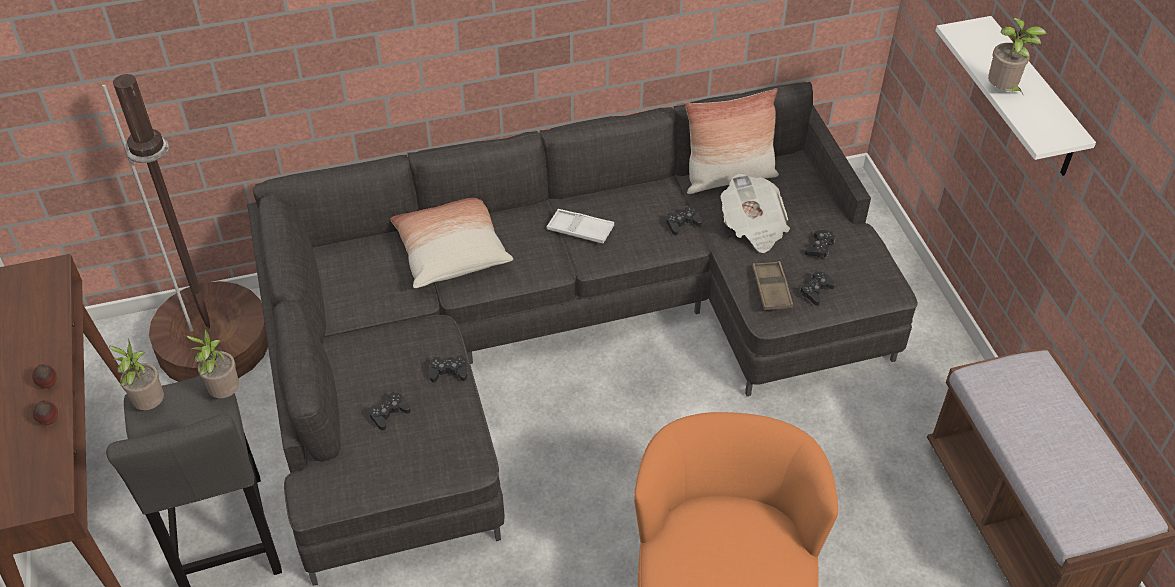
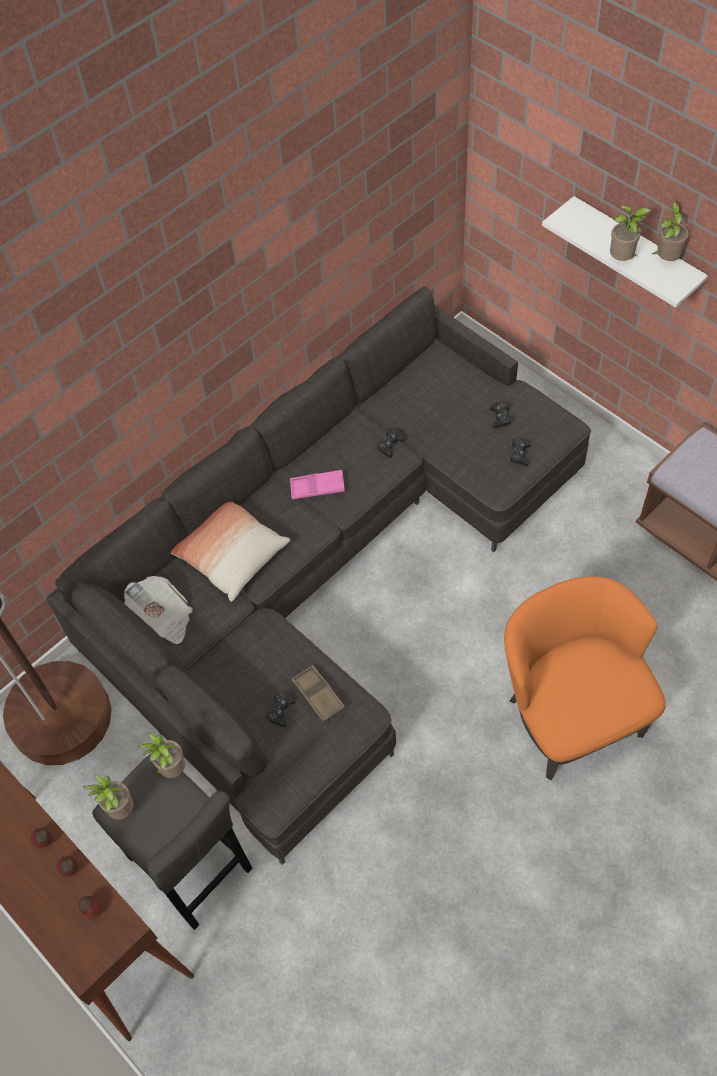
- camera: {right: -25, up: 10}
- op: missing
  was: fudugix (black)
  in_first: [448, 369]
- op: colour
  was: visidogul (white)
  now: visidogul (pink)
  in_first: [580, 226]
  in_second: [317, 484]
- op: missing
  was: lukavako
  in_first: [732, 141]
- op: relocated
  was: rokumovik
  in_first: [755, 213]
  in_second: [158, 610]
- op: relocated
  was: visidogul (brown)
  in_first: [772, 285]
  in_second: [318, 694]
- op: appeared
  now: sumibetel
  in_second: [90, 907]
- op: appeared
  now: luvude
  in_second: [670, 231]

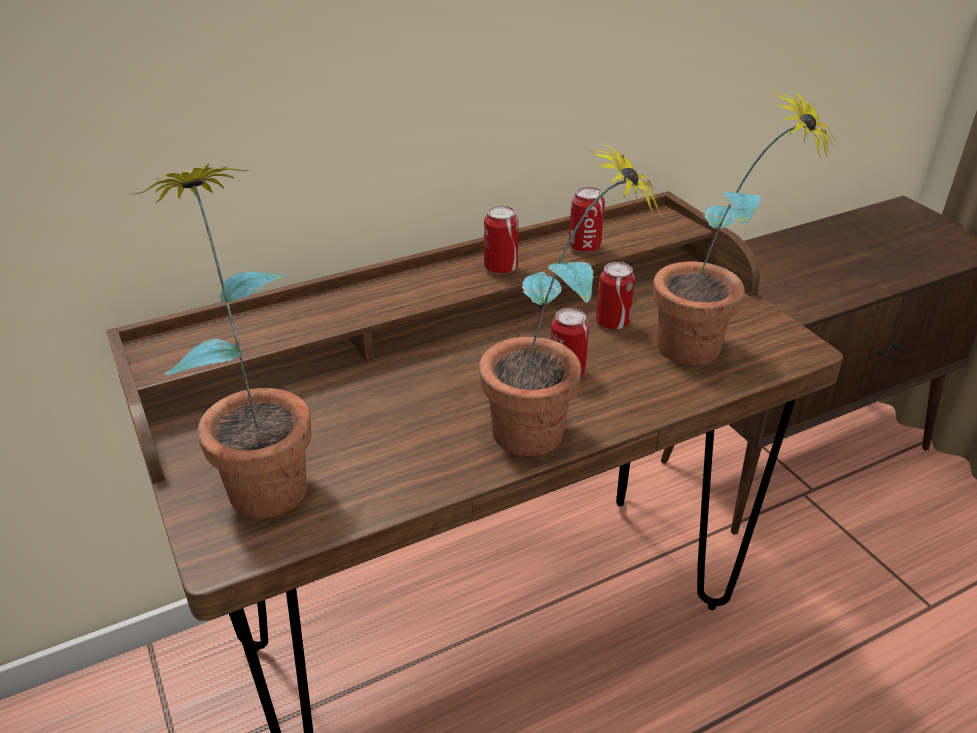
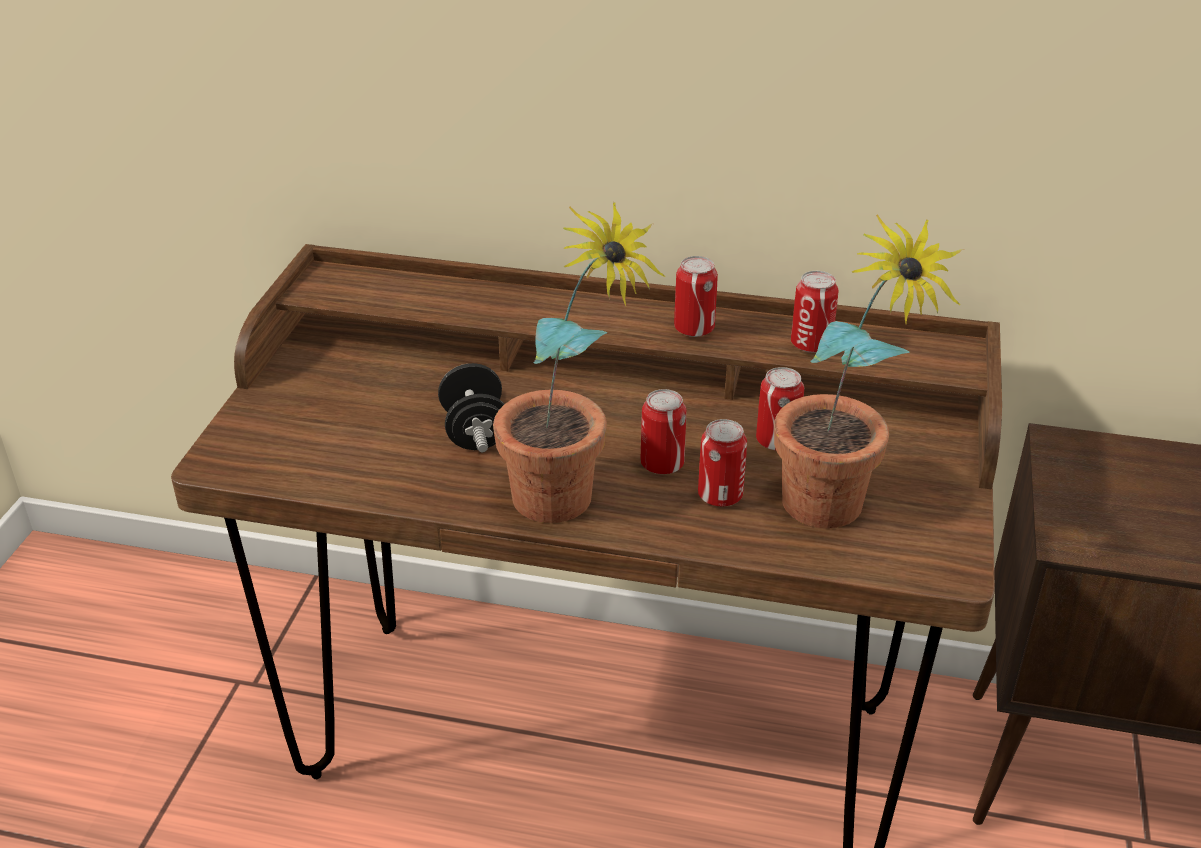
- camera: {right: 40, up: 0}
- op: missing
  was: luvude
  in_first: [220, 341]
- op: appeared
  now: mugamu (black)
  in_second: [471, 407]
- op: appeared
  now: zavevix
  in_second: [722, 463]

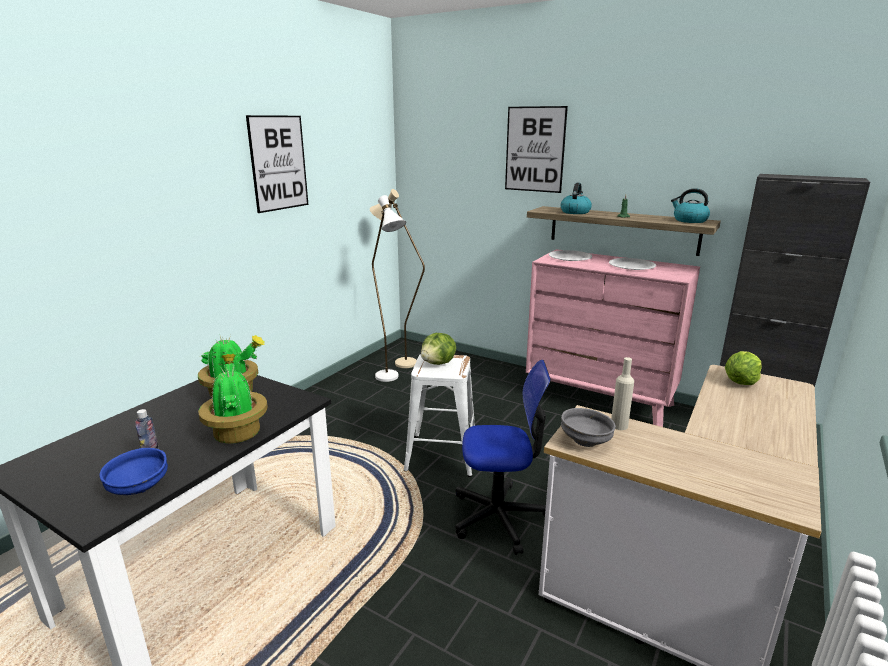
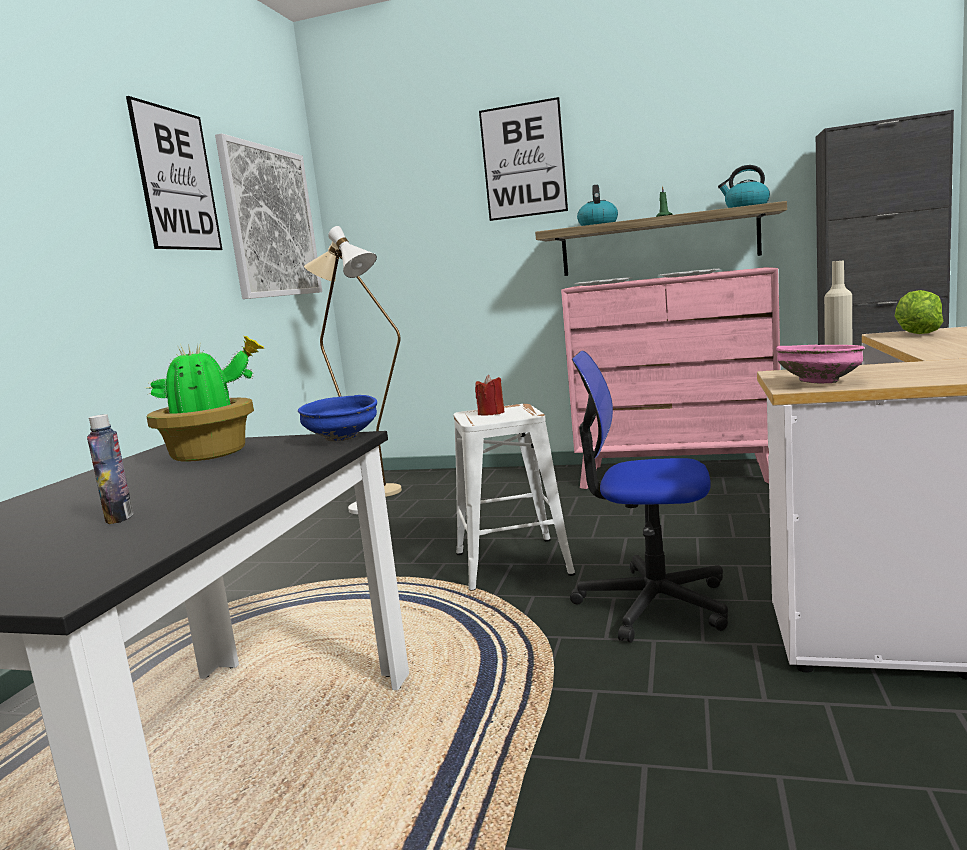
- camera: {right: -15, up: -10}
- op: relocated
  was: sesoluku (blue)
  in_first: [133, 471]
  in_second: [337, 418]
- op: missing
  was: luvude
  in_first: [233, 399]
- op: exchanged
  was: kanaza
  now: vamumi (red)
  in_first: [438, 349]
  in_second: [489, 395]
- op: spun
  was: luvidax
  in_first: [503, 457]
  in_second: [649, 497]
  clockwise: -150
- op: colour
  was: sesoluku (grey)
  now: sesoluku (pink)
  in_first: [588, 427]
  in_second: [820, 364]
- op: appeared
  now: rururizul
  in_second: [268, 216]

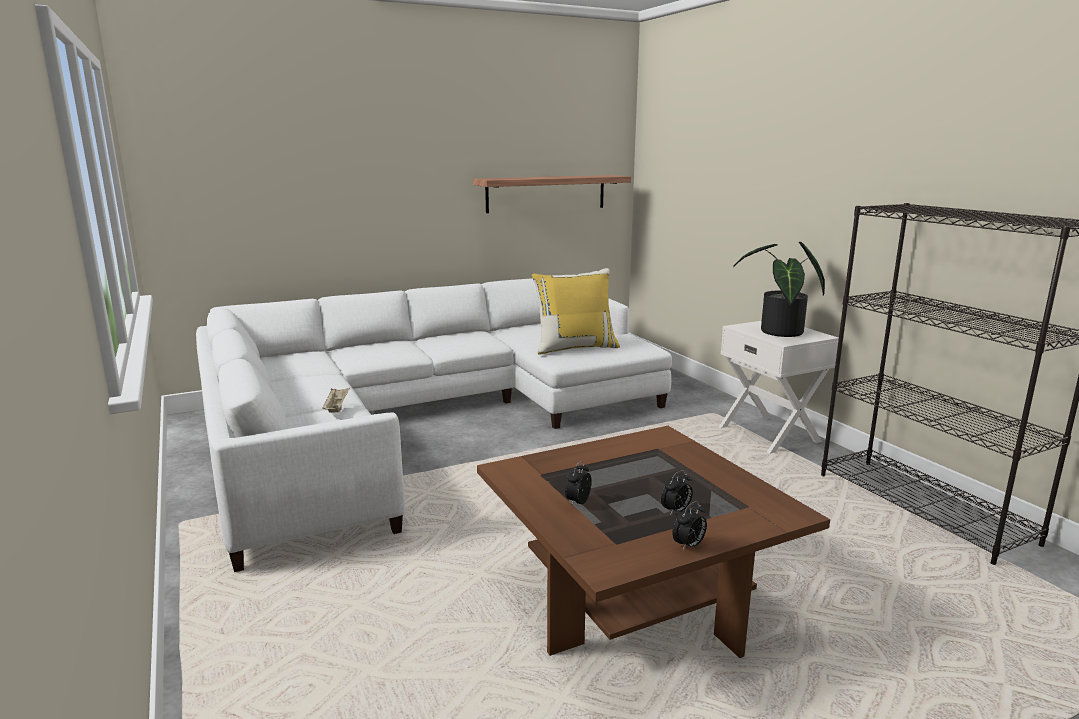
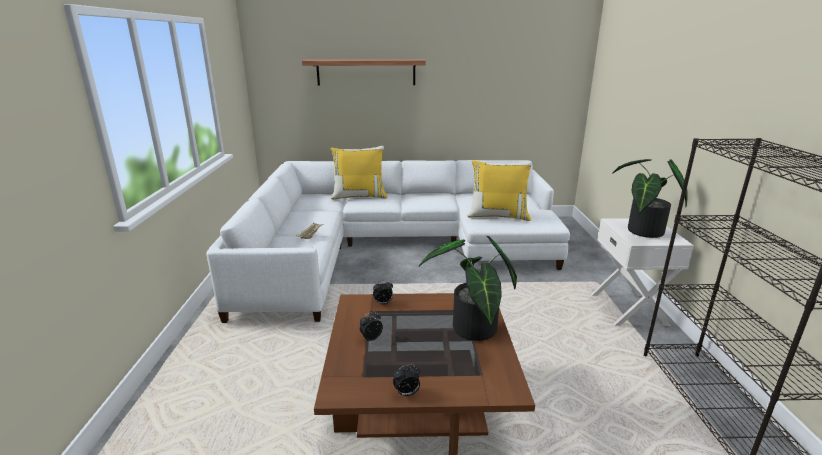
- camera: {right: 25, up: 5}
- op: relocated
  was: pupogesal
  in_first: [552, 194]
  in_second: [364, 72]
- op: relocated
  was: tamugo
  in_first: [677, 493]
  in_second: [383, 292]
- op: appeared
  now: lukavako (yellow)
  in_second: [359, 173]
- op: appeared
  now: luvude
  in_second: [468, 288]

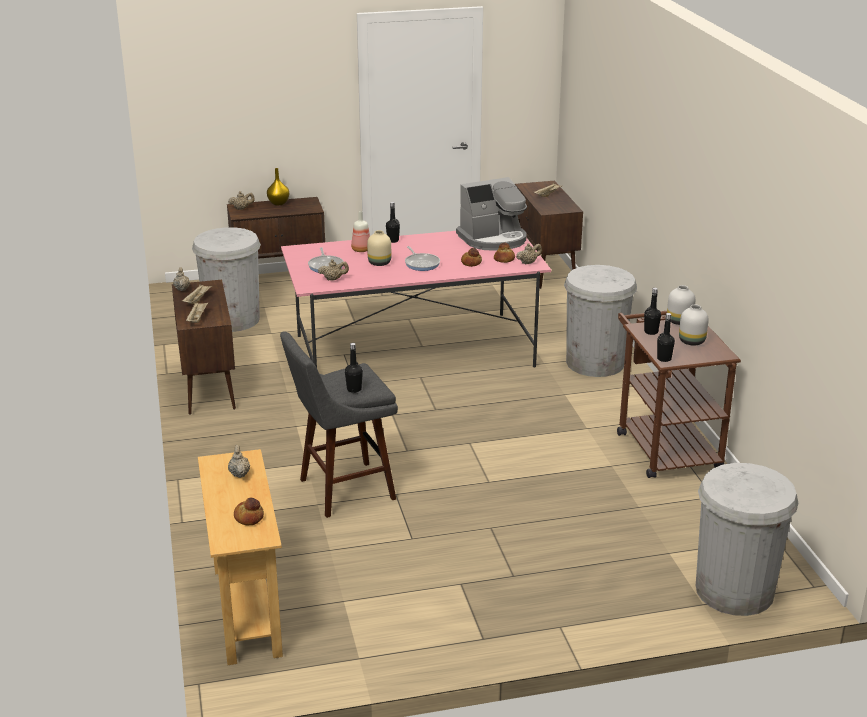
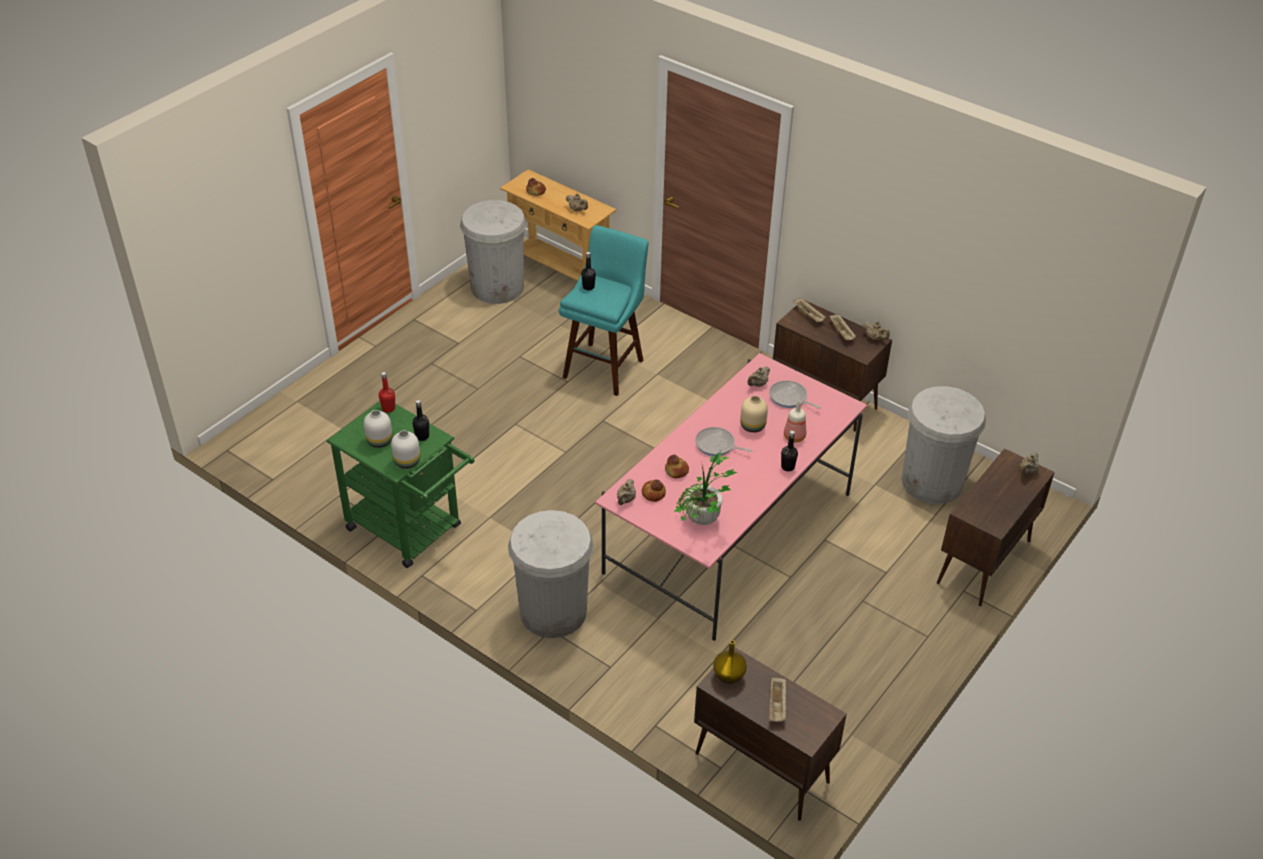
- camera: {right: 140, up: 15}
- op: relocated
  was: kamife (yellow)
  in_first: [278, 186]
  in_second: [730, 662]
- op: colour
  was: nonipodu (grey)
  now: nonipodu (turquoise)
  in_first: [339, 424]
  in_second: [604, 310]
- op: exchanged
  was: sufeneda
  now: luvude
  in_first: [491, 214]
  in_second: [706, 488]
- op: colour
  was: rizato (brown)
  now: rizato (green)
  in_first: [679, 394]
  in_second: [400, 484]
- op: colour
  was: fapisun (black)
  now: fapisun (red)
  in_first: [666, 337]
  in_second: [387, 392]
- op: relocated
  was: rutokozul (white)
  in_first: [747, 539]
  in_second: [493, 252]

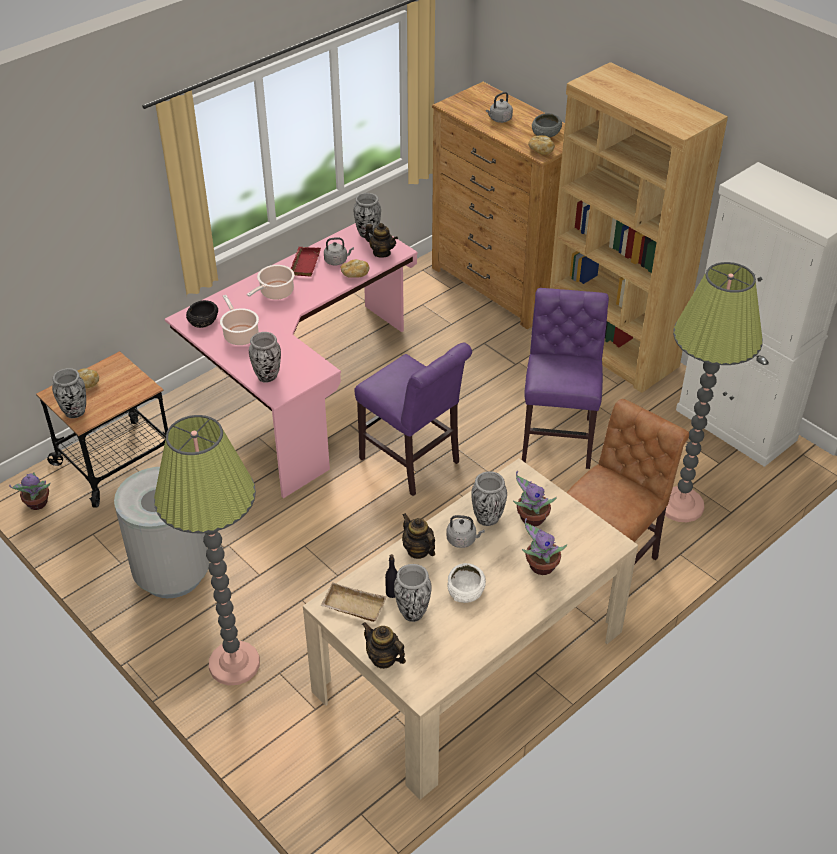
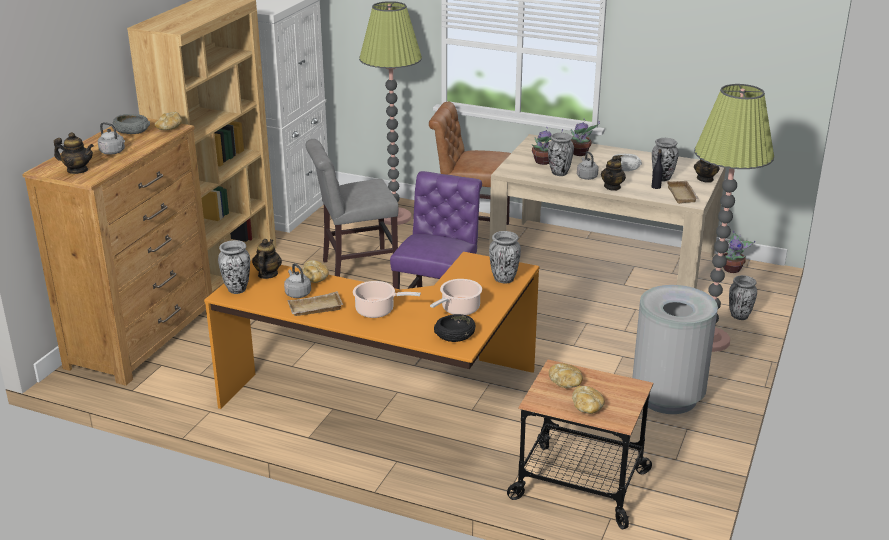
- camera: {right: -115, up: -15}
- op: relocated
  was: luvude
  in_first: [30, 491]
  in_second: [739, 251]
- op: relocated
  was: kamife
  in_first: [69, 393]
  in_second: [743, 297]
- op: colour
  was: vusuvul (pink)
  now: vusuvul (orange)
  in_first: [291, 360]
  in_second: [371, 330]
- op: colour
  was: visidogul (red)
  now: visidogul (beige)
  in_first: [306, 261]
  in_second: [315, 303]
- op: colour
  was: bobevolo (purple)
  now: bobevolo (grey)
  in_first: [565, 378]
  in_second: [352, 208]
- op: appeared
  now: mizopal
  in_second: [74, 153]
- op: appeared
  now: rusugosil
  in_second: [566, 375]

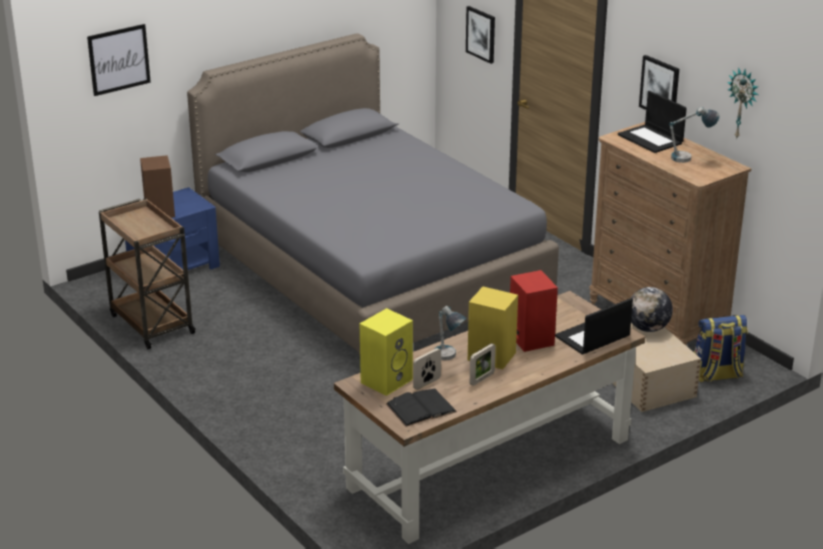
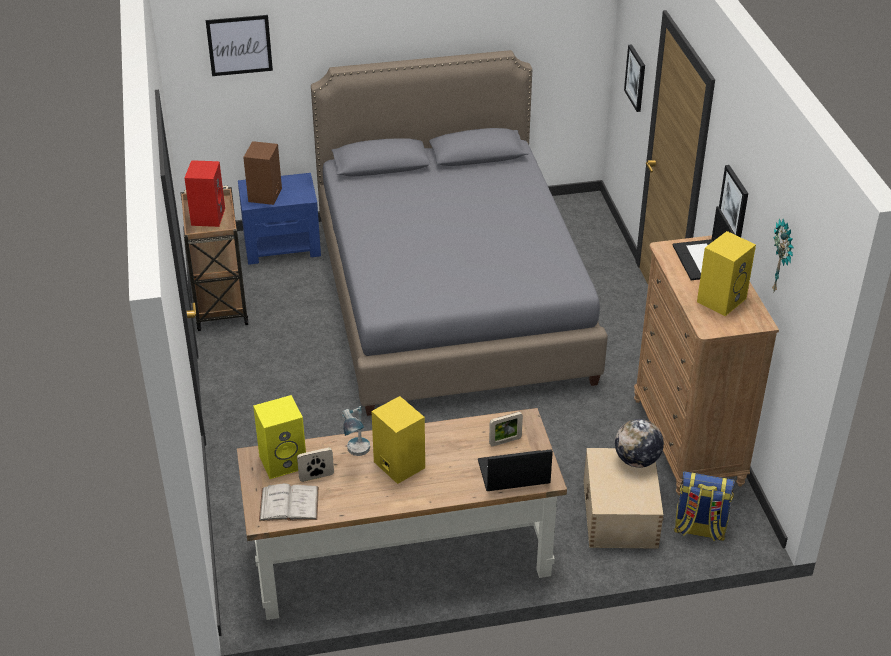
- camera: {right: 25, up: 10}
- op: colour
  was: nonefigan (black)
  now: nonefigan (white)
  in_first: [421, 408]
  in_second: [289, 502]
- op: relocated
  was: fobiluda
  in_first: [483, 364]
  in_second: [506, 429]
- op: relocated
  was: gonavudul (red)
  in_first: [534, 311]
  in_second: [204, 193]
- op: exchanged
  was: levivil
  now: gonavudul (yellow)
  in_first: [694, 135]
  in_second: [726, 273]

